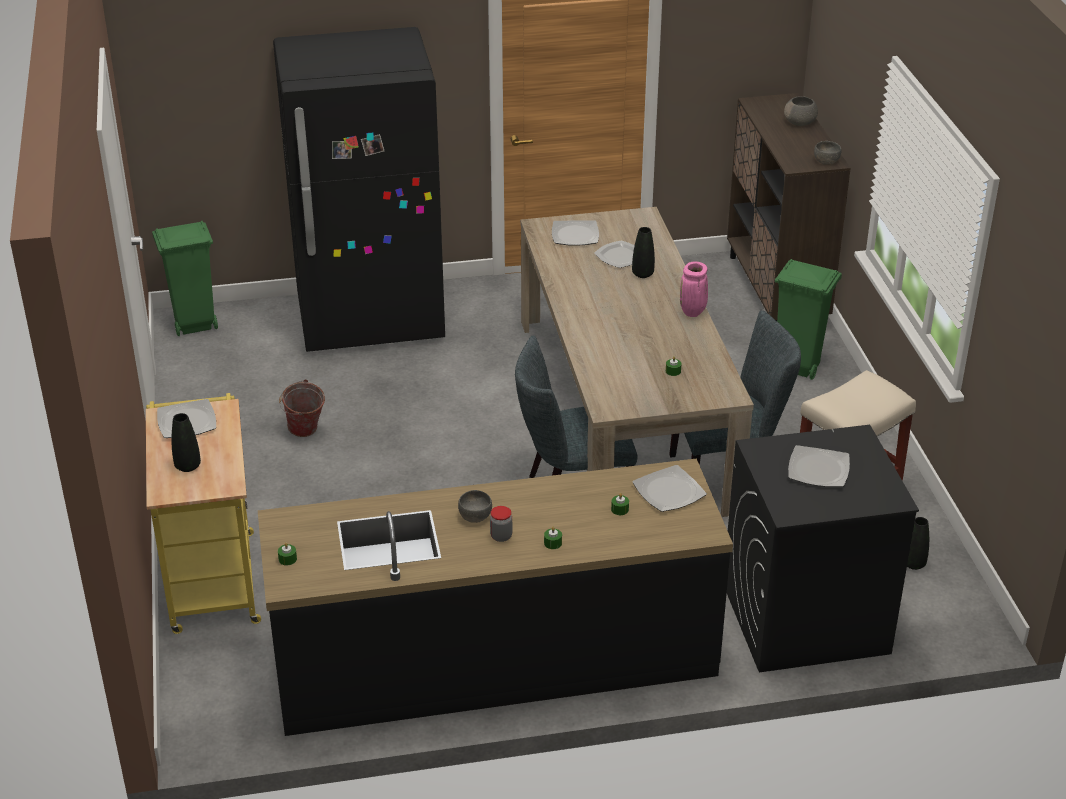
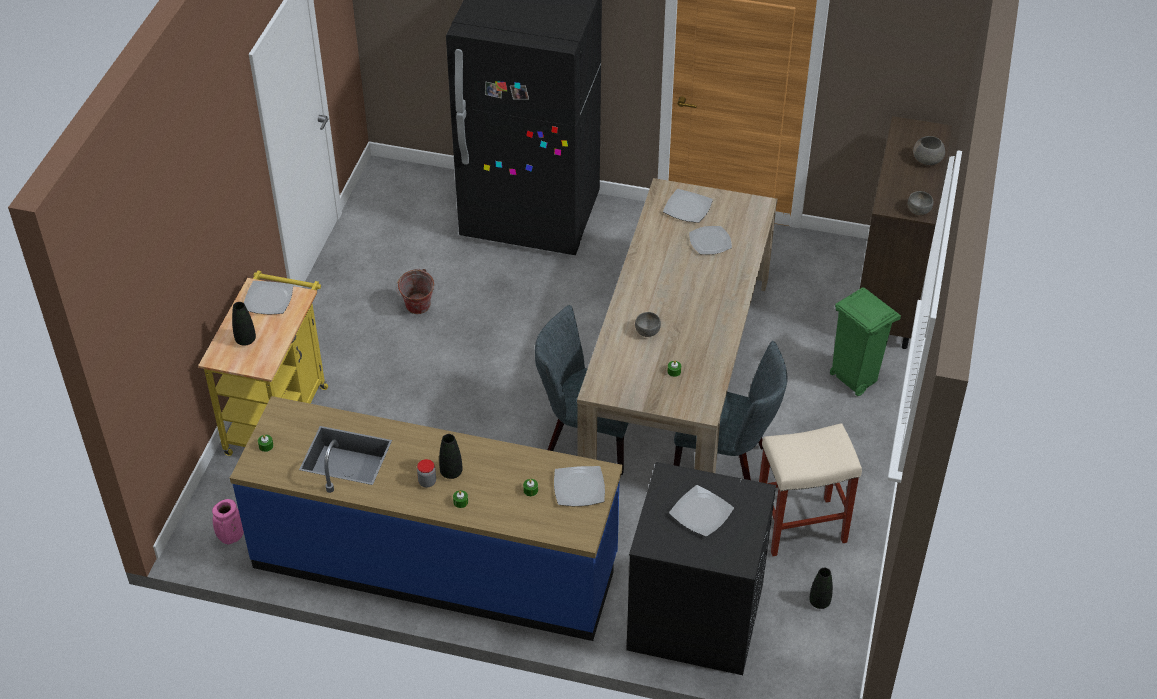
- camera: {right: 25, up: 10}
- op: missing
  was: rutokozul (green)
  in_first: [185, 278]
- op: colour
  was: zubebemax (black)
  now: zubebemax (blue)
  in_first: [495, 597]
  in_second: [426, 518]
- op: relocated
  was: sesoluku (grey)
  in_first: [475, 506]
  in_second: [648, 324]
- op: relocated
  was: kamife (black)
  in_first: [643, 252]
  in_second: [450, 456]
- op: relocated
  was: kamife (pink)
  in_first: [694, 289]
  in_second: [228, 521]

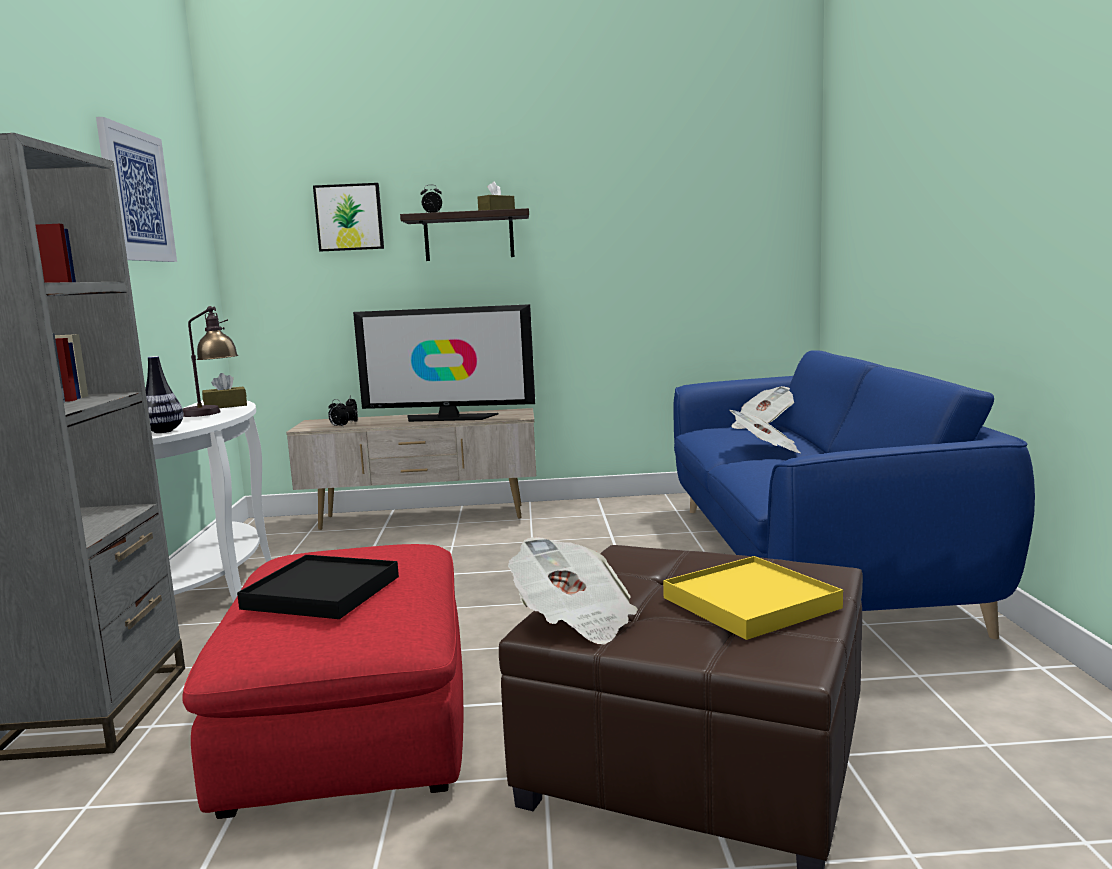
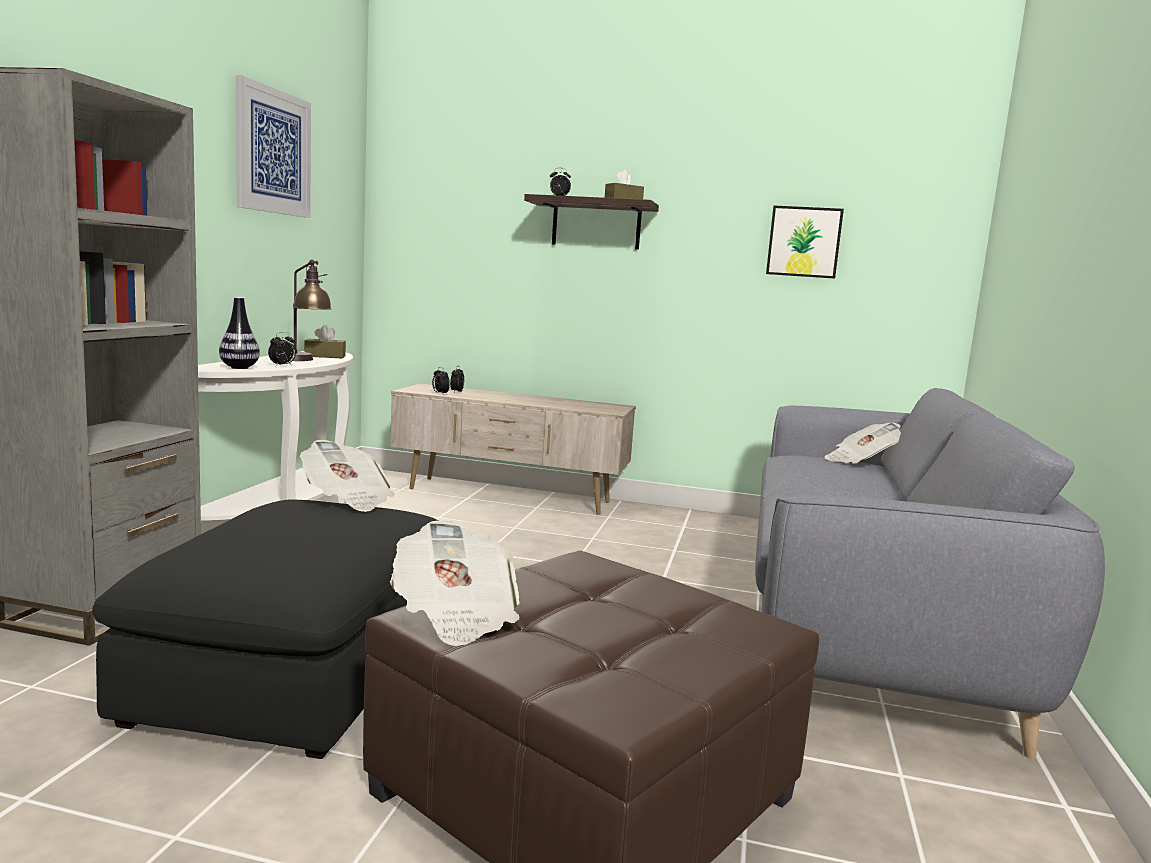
- camera: {right: 15, up: 0}
- op: colour
  was: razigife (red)
  now: razigife (black)
  in_first: [323, 681]
  in_second: [265, 629]
- op: missing
  was: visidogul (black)
  in_first: [318, 587]
- op: relocated
  was: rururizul
  in_first: [348, 217]
  in_second: [805, 242]
- op: missing
  was: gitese
  in_first: [444, 363]
- op: missing
  was: visidogul (yellow)
  in_first: [753, 598]
- op: colour
  was: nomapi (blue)
  now: nomapi (grey)
  in_first: [854, 494]
  in_second: [930, 573]
- op: relocated
  was: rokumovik
  in_first: [765, 431]
  in_second: [347, 476]
- op: appeared
  now: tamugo
  in_second: [282, 349]

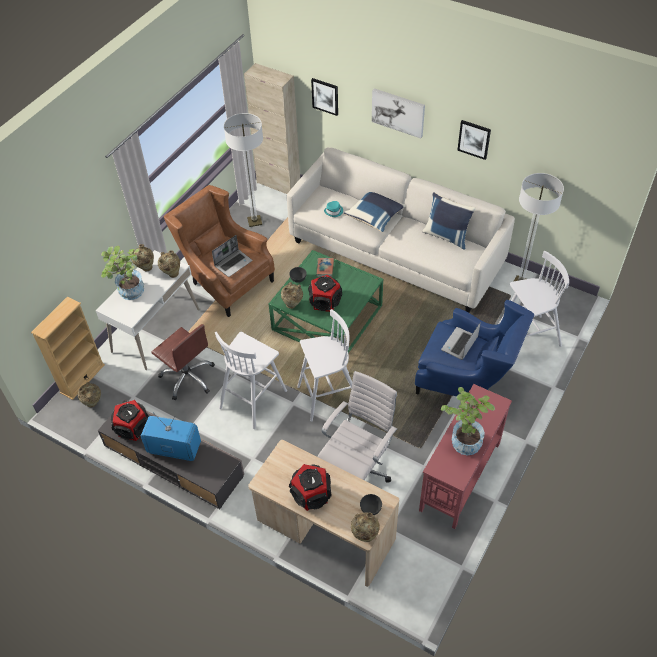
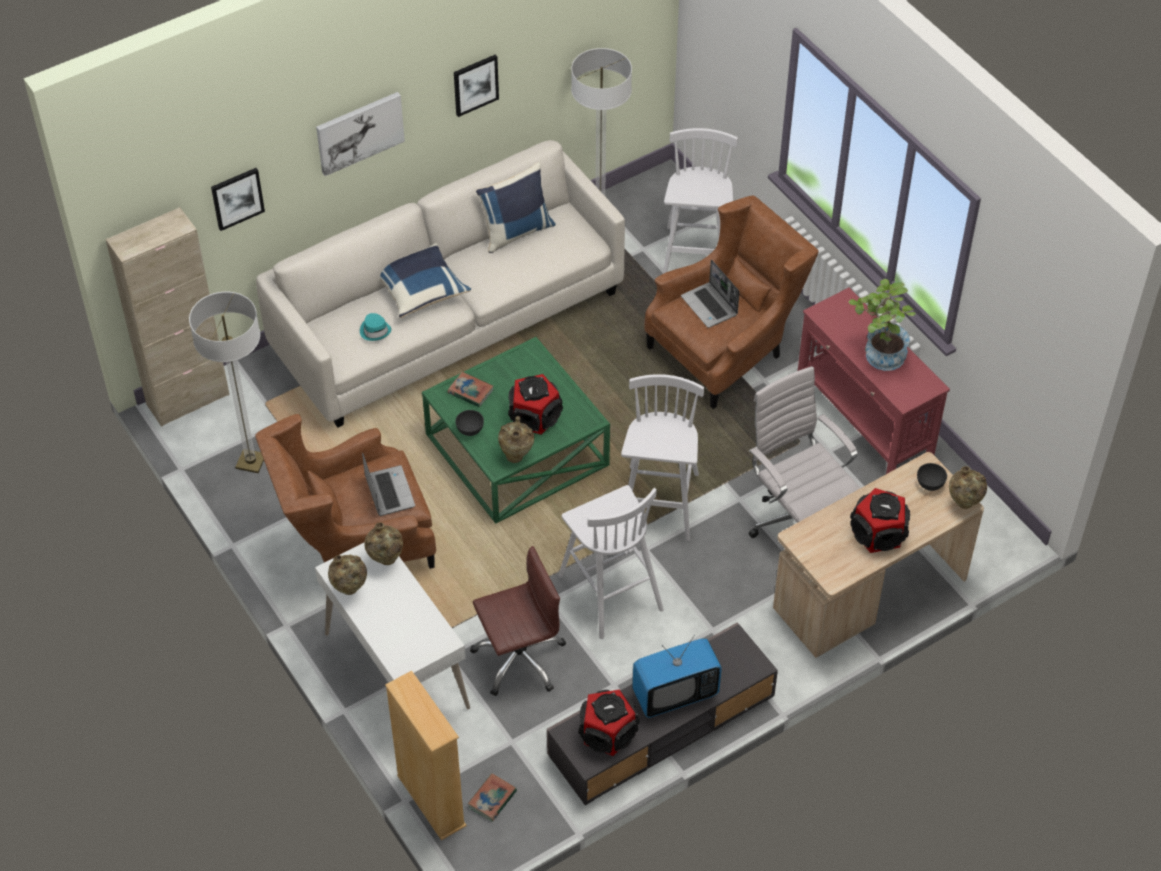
- camera: {right: -65, up: 0}
- op: exchanged
  was: kamife (beige)
  now: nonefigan
  in_first: [89, 394]
  in_second: [492, 797]
- op: missing
  was: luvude
  in_first: [122, 273]
- op: spun
  was: gitese
  in_first: [171, 436]
  in_second: [677, 676]
  clockwise: -150
- op: colour
  was: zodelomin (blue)
  now: zodelomin (brown)
  in_first: [474, 348]
  in_second: [731, 302]

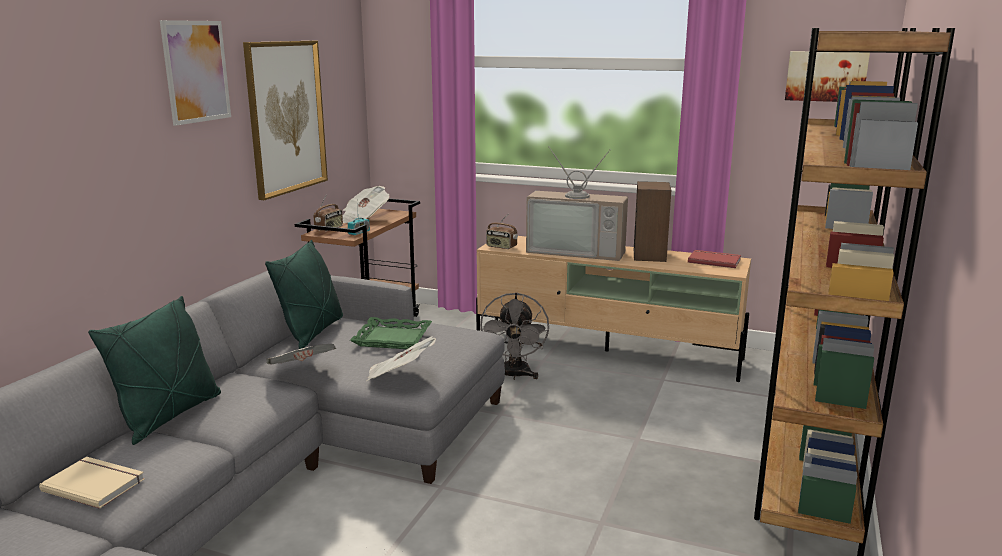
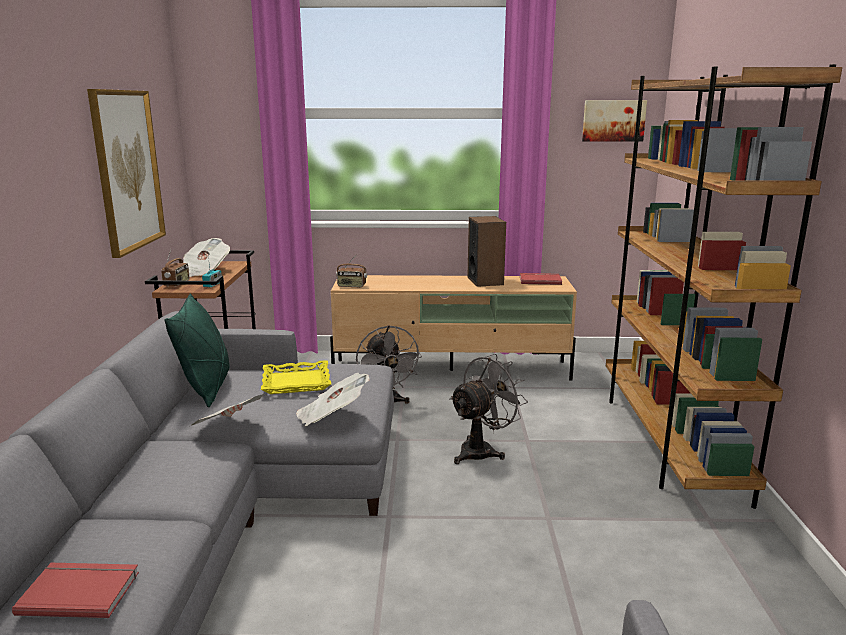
- camera: {right: -20, up: 0}
- op: colour
  was: nonefigan (beige)
  now: nonefigan (red)
  in_first: [92, 483]
  in_second: [75, 590]
- op: missing
  was: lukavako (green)
  in_first: [154, 370]
- op: missing
  was: rururizul
  in_first: [195, 73]
- op: colour
  was: visidogul (green)
  now: visidogul (yellow)
  in_first: [391, 333]
  in_second: [296, 377]
- op: missing
  was: gitese
  in_first: [577, 203]
- op: appeared
  now: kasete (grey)
  in_second: [488, 409]

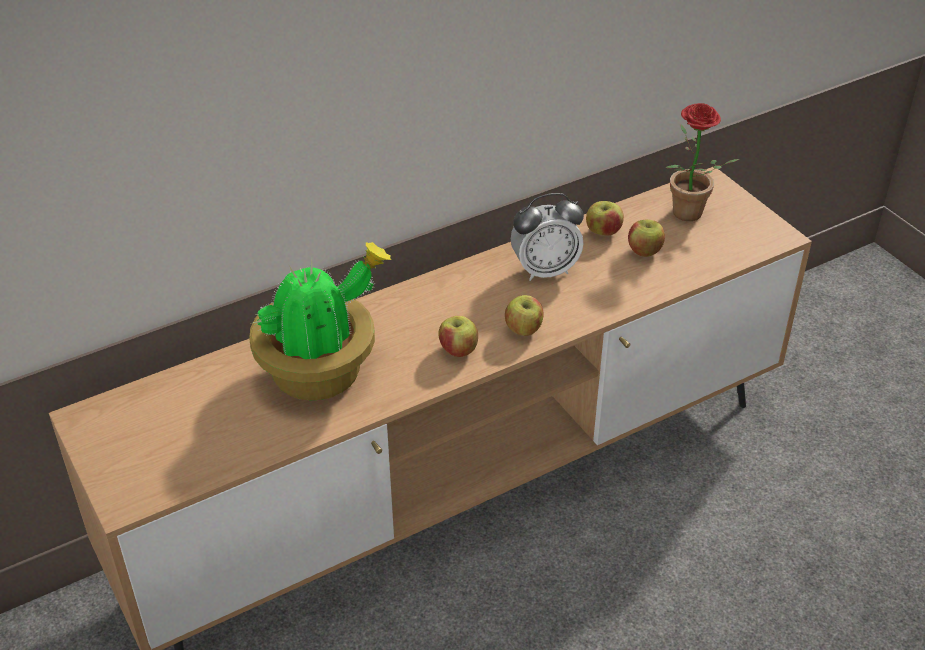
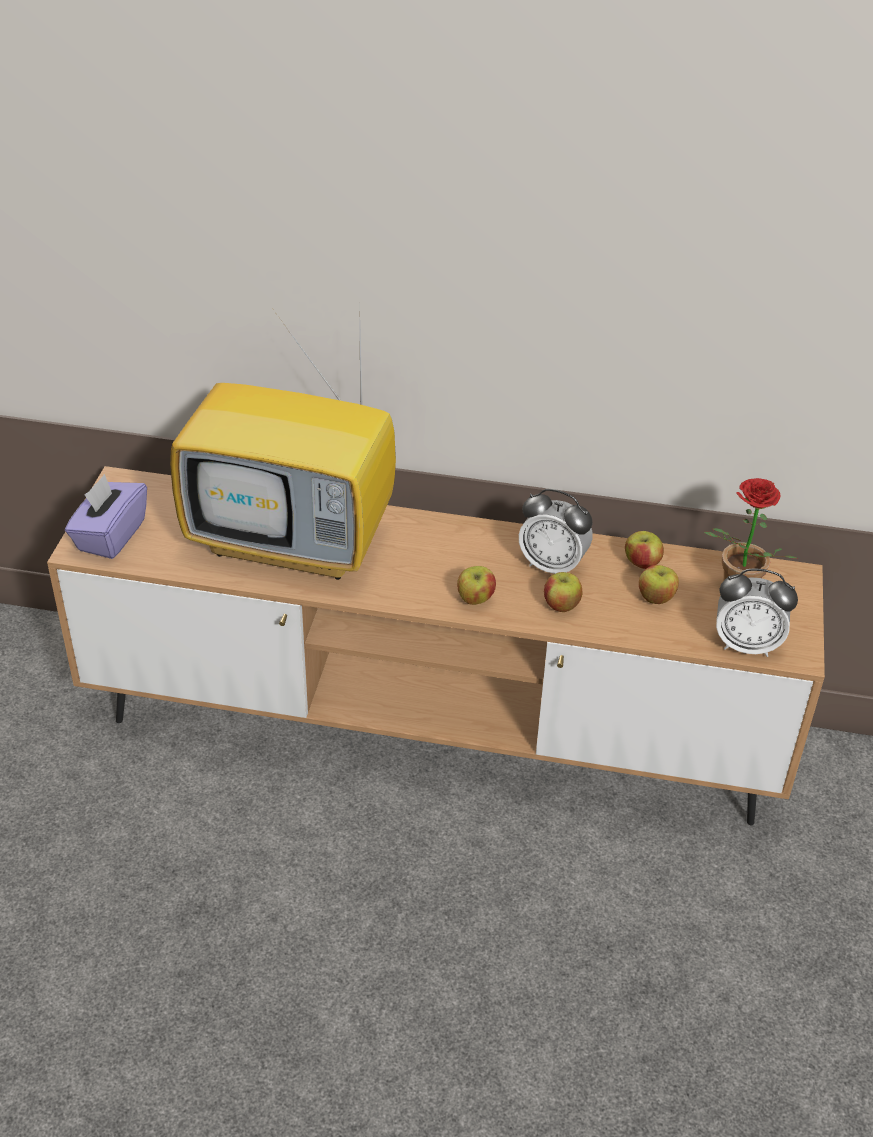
- camera: {right: 40, up: 0}
- op: exchanged
  was: luvude
  now: gitese
  in_first: [320, 321]
  in_second: [283, 445]
- op: relocated
  was: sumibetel
  in_first: [458, 336]
  in_second: [563, 592]
- op: appeared
  now: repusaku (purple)
  in_second: [106, 516]
- op: appeared
  now: tamugo
  in_second: [757, 613]

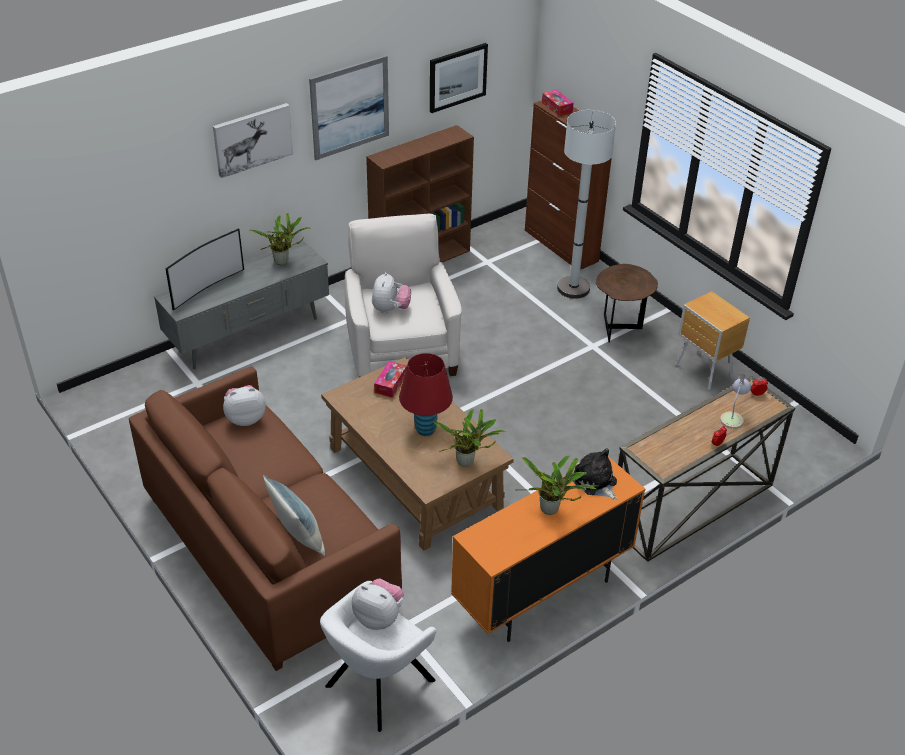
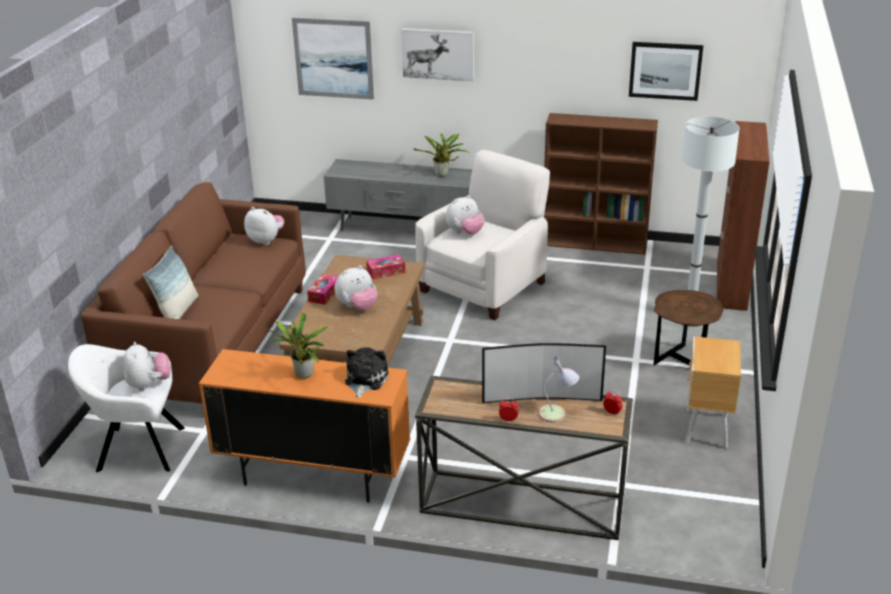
- camera: {right: 50, up: -10}
- op: relocated
  was: gitese
  in_first: [204, 269]
  in_second: [544, 373]
- op: relocated
  was: rururizul
  in_first: [349, 107]
  in_second: [333, 59]
- op: exchanged
  was: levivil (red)
  now: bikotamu
  in_first: [426, 394]
  in_second: [356, 288]
- op: missing
  was: luvude
  in_first: [469, 438]
- op: relocated
  was: repusaku
  in_first: [557, 103]
  in_second: [322, 289]

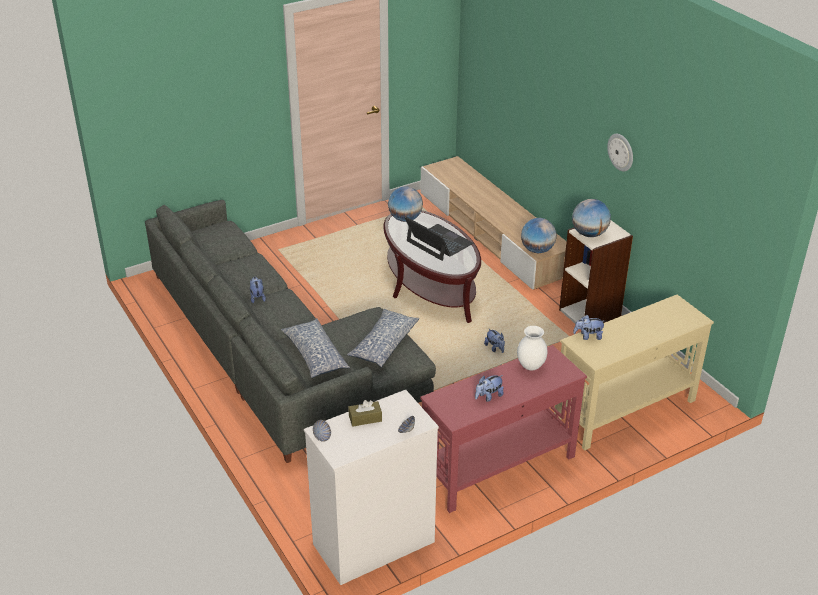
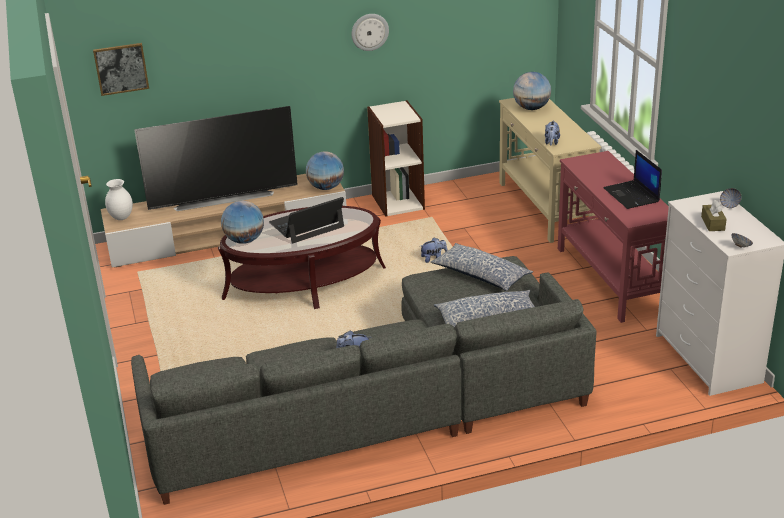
- camera: {right: -75, up: -5}
- op: exchanged
  was: bikotamu
  now: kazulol
  in_first: [489, 388]
  in_second: [632, 179]
- op: relocated
  was: kamife (white)
  in_first: [532, 348]
  in_second: [119, 199]
- op: relocated
  was: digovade
  in_first: [591, 218]
  in_second: [532, 91]
- op: appeared
  now: rururizul
  in_second: [121, 69]
- op: appeared
  now: gitese
  in_second: [216, 158]

